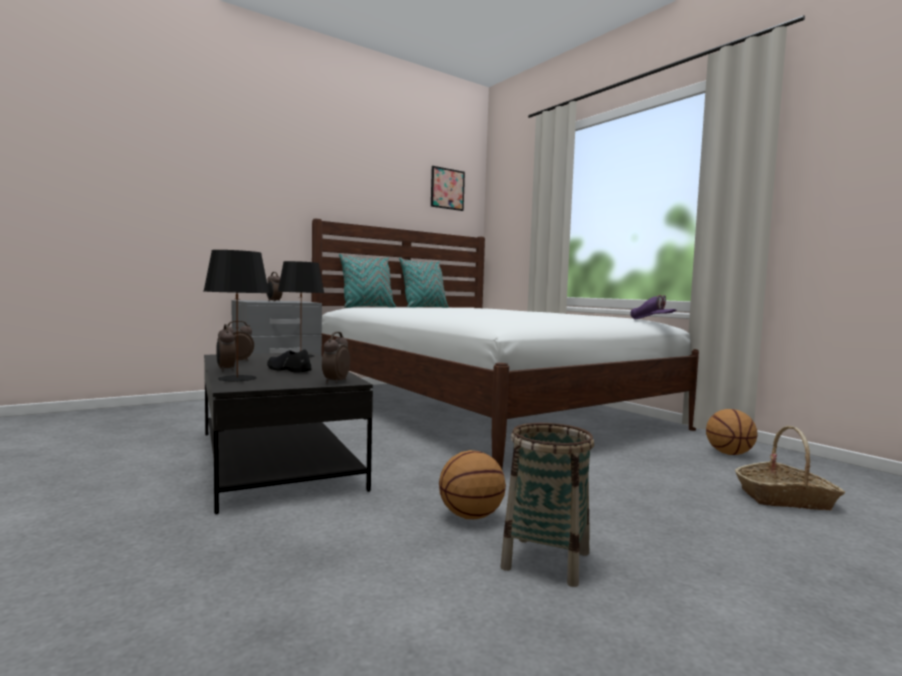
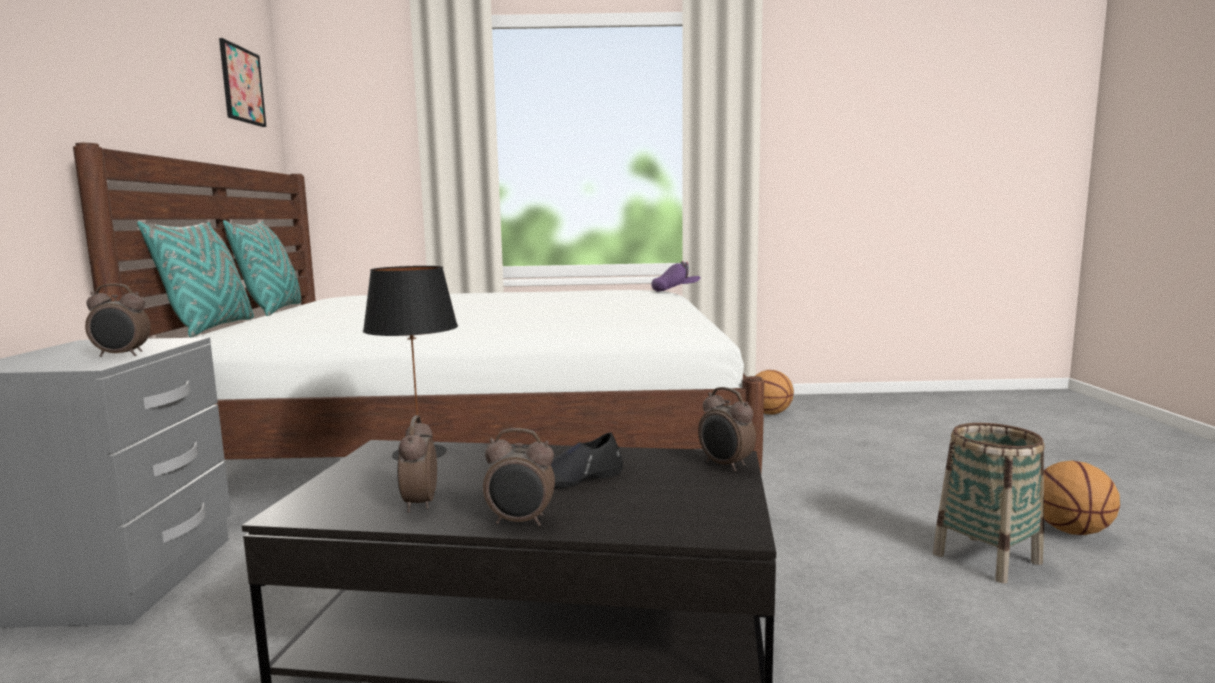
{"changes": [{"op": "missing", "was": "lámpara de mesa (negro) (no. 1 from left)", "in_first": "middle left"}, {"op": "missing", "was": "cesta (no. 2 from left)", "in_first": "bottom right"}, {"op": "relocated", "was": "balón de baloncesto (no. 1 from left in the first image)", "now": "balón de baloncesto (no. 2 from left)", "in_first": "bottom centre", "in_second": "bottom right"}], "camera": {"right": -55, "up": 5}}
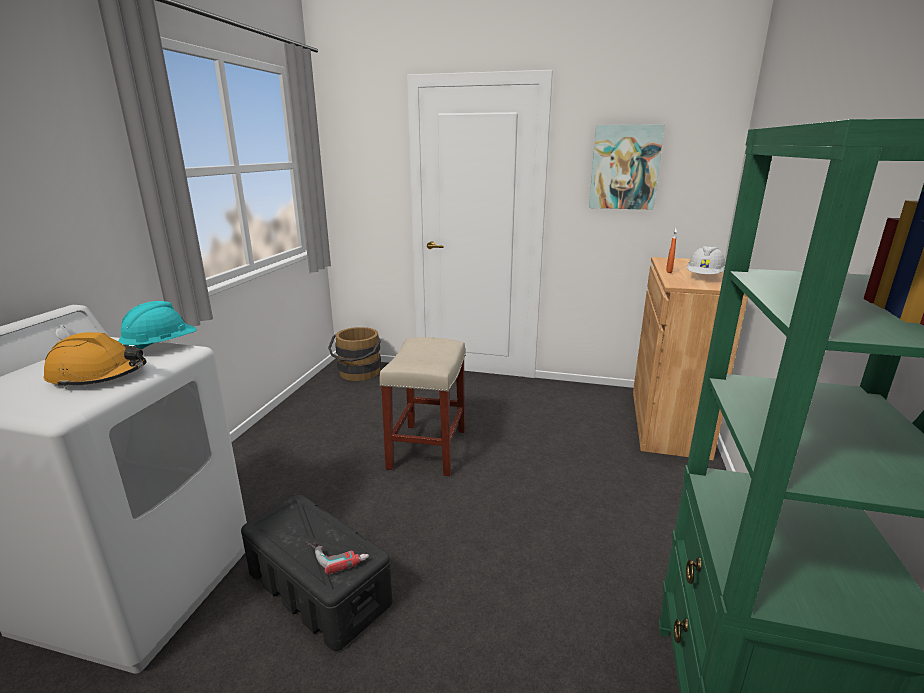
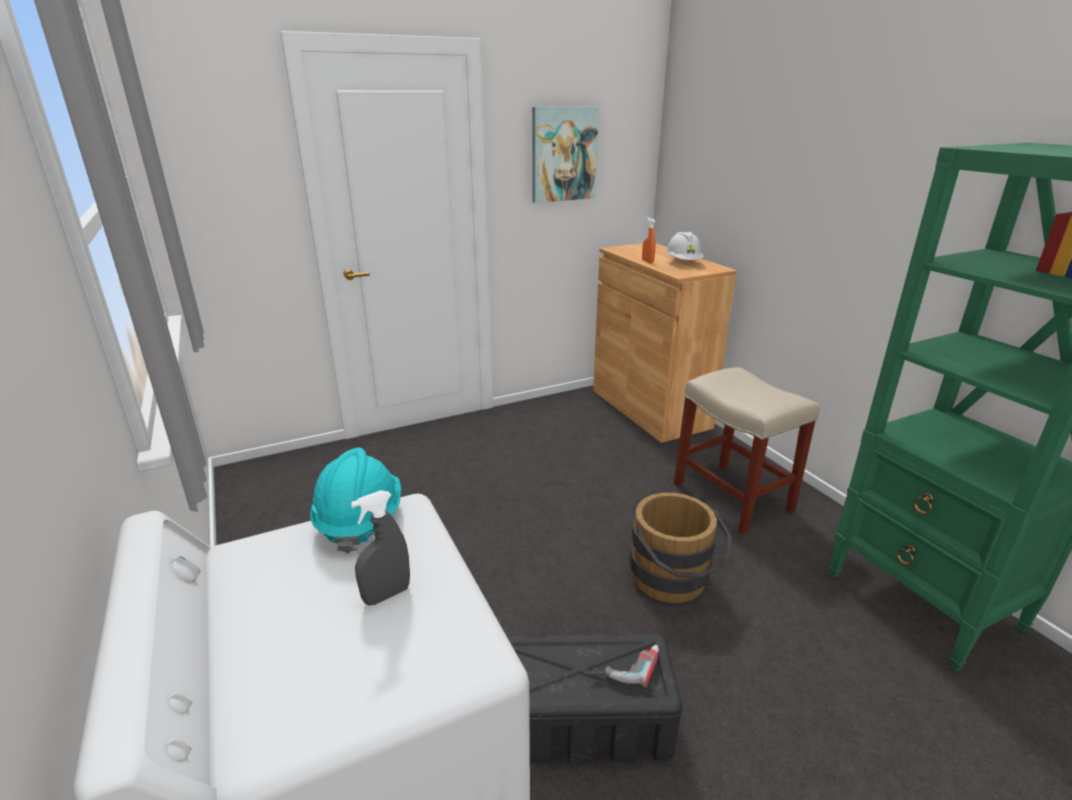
{"changes": [{"op": "relocated", "was": "cubo (marrón)", "in_first": "centre", "in_second": "bottom centre"}, {"op": "relocated", "was": "taburete (beis)", "in_first": "centre", "in_second": "middle right"}, {"op": "exchanged", "was": "casco (naranja)", "now": "pulverizador (gris)", "in_first": "middle left", "in_second": "bottom centre"}], "camera": {"right": -40, "up": 5}}
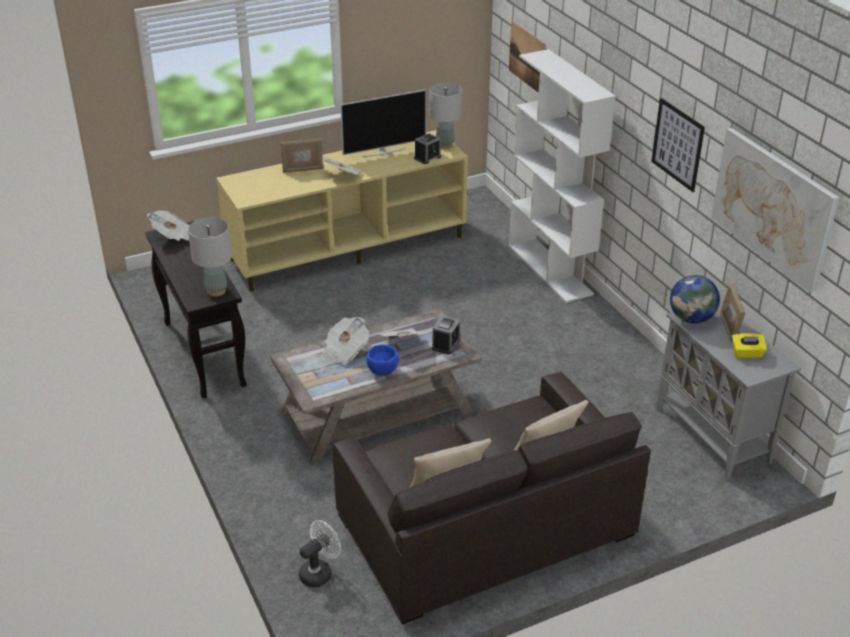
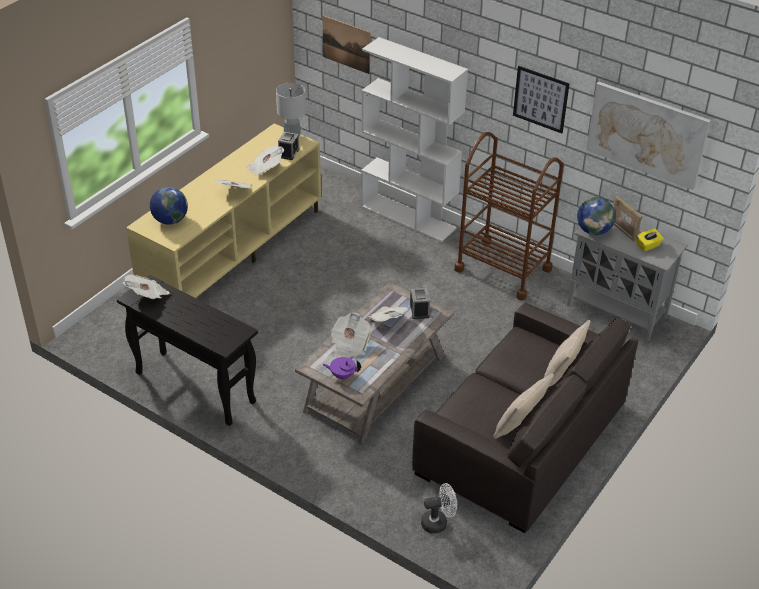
{"changes": [{"op": "missing", "was": "lámpara de mesa (gris) (no. 1 from left)", "in_first": "middle left"}, {"op": "missing", "was": "portarretratos (no. 1 from left)", "in_first": "top centre"}, {"op": "missing", "was": "televisor", "in_first": "top centre"}, {"op": "missing", "was": "cuenco (azul)", "in_first": "centre"}, {"op": "appeared", "now": "globo terráqueo (no. 1 from left)", "in_second": "middle left"}, {"op": "appeared", "now": "periódico (no. 3 from left)", "in_second": "top centre"}, {"op": "appeared", "now": "tetera (morado)", "in_second": "centre"}, {"op": "appeared", "now": "carrito (marrón)", "in_second": "middle right"}, {"op": "spun", "was": "ventilador (blanco)", "in_first": "bottom centre", "in_second": "bottom centre", "clockwise": 60}], "camera": {"right": -30, "up": 5}}
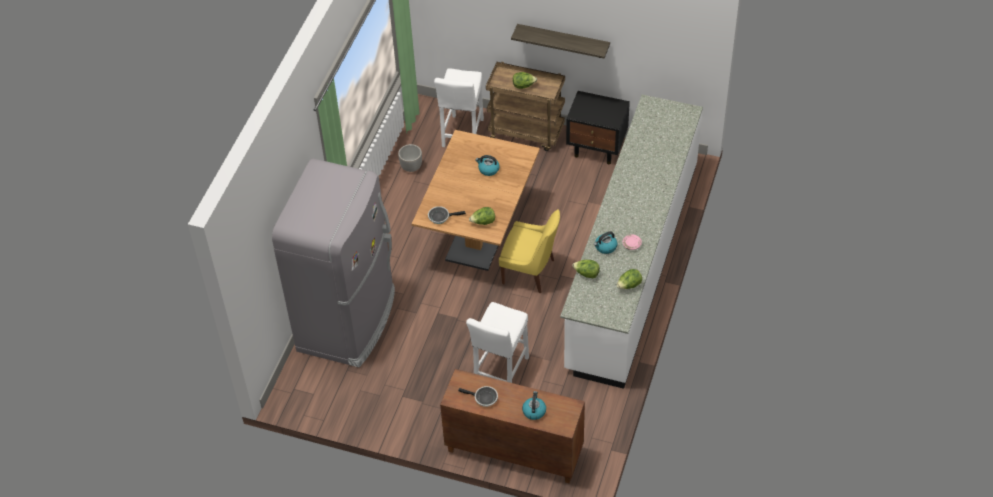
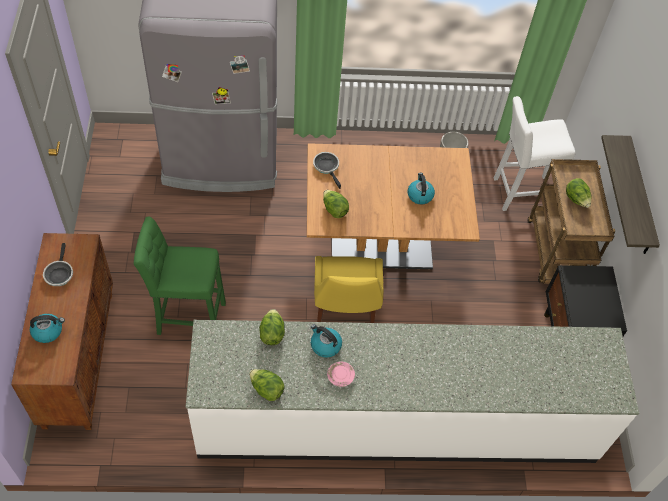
{"changes": [{"op": "colour", "was": "taburete (blanco) (no. 2 from left)", "now": "taburete (verde)", "in_first": "bottom centre", "in_second": "middle left"}], "camera": {"right": 65, "up": 5}}
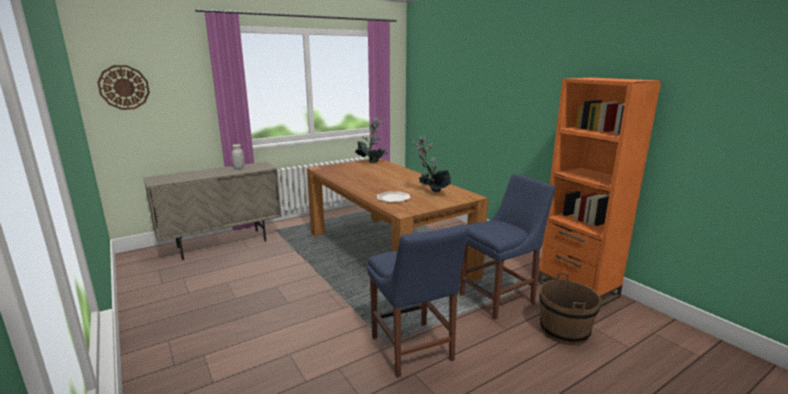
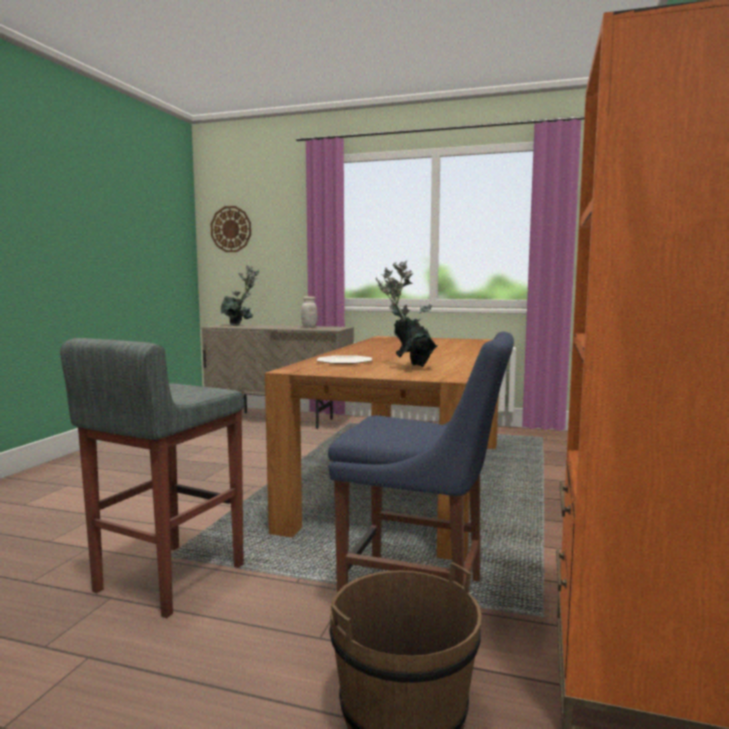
{"changes": [{"op": "relocated", "was": "planta en maceta (no. 1 from left)", "in_first": "centre", "in_second": "middle left"}, {"op": "exchanged", "was": "silla (azul) (no. 1 from left)", "now": "taburete (gris)", "in_first": "bottom centre", "in_second": "middle left"}], "camera": {"right": 50, "up": -10}}
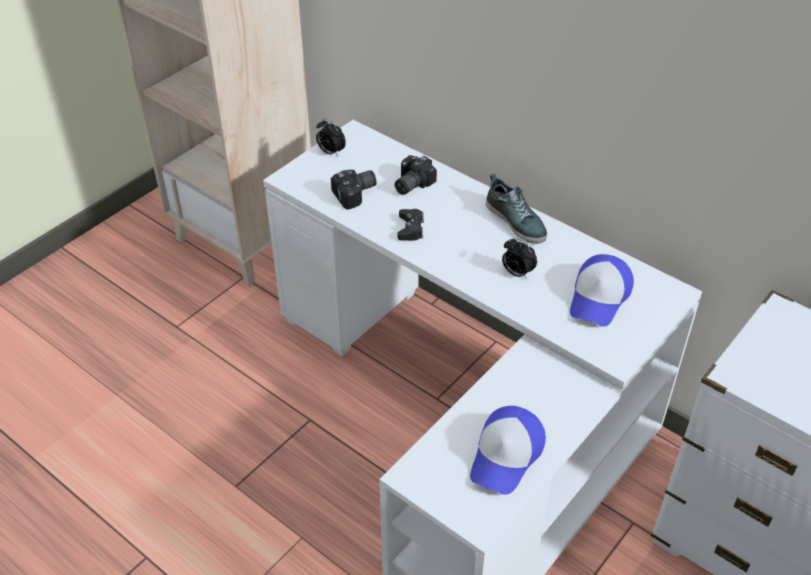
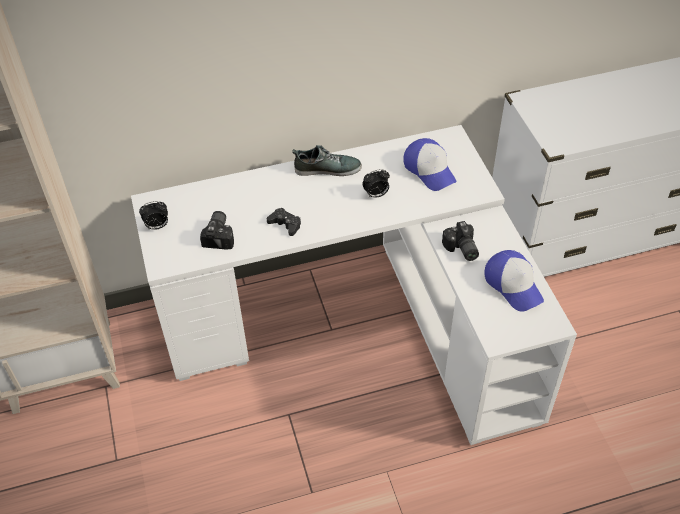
{"changes": [{"op": "relocated", "was": "cámara (no. 2 from left)", "in_first": "top centre", "in_second": "middle right"}], "camera": {"right": -55, "up": 5}}
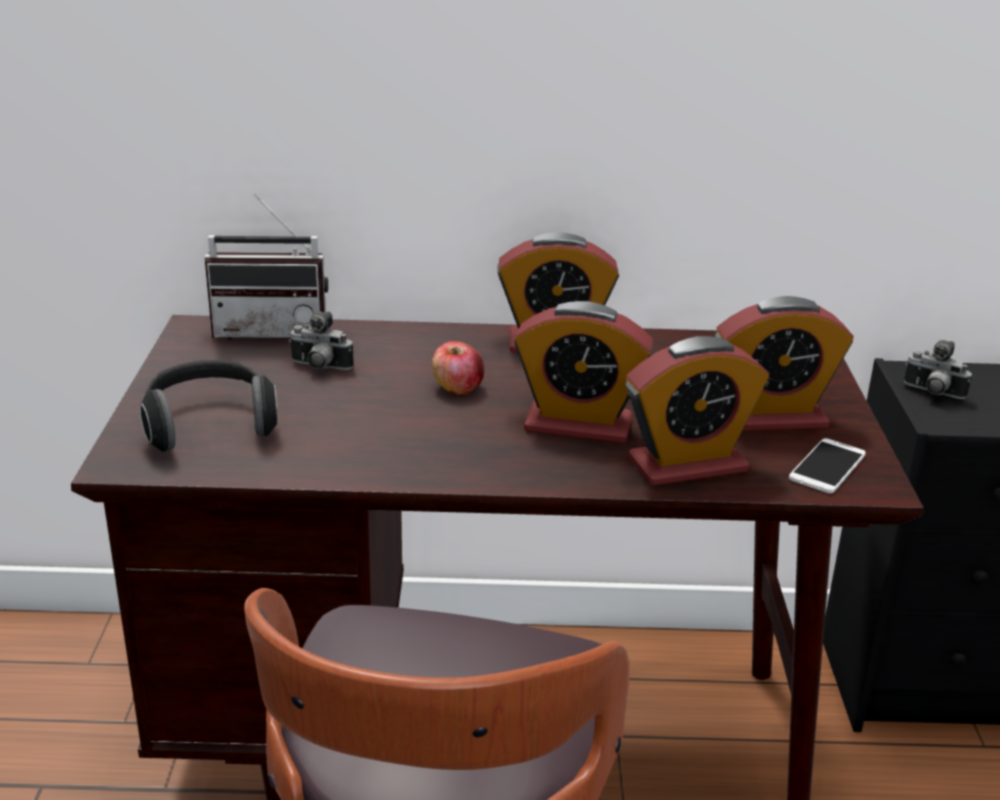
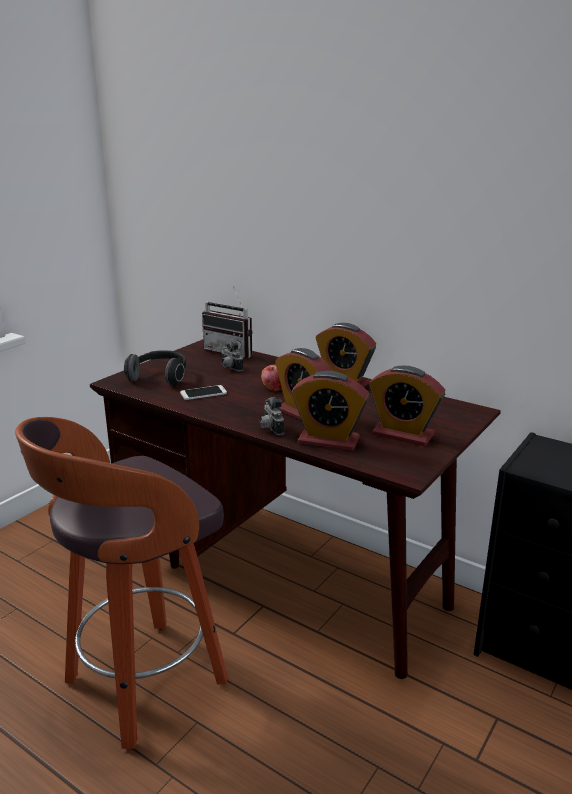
{"changes": [{"op": "relocated", "was": "móvil", "in_first": "middle right", "in_second": "centre"}, {"op": "relocated", "was": "cámara (no. 2 from left)", "in_first": "middle right", "in_second": "centre"}], "camera": {"right": 35, "up": -5}}
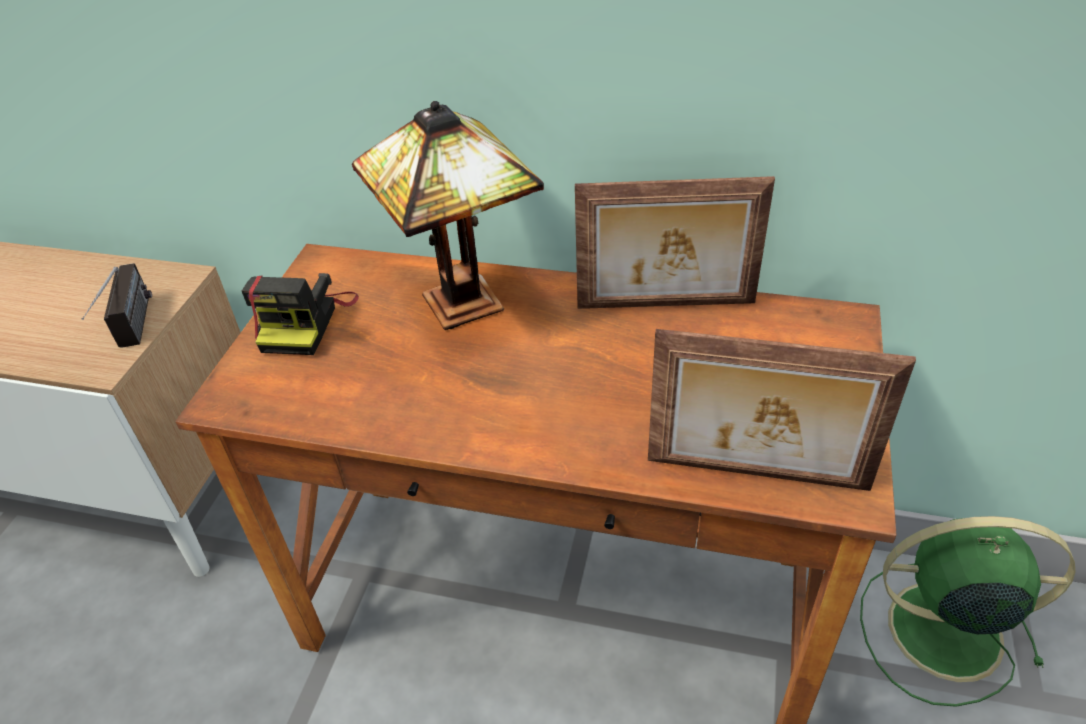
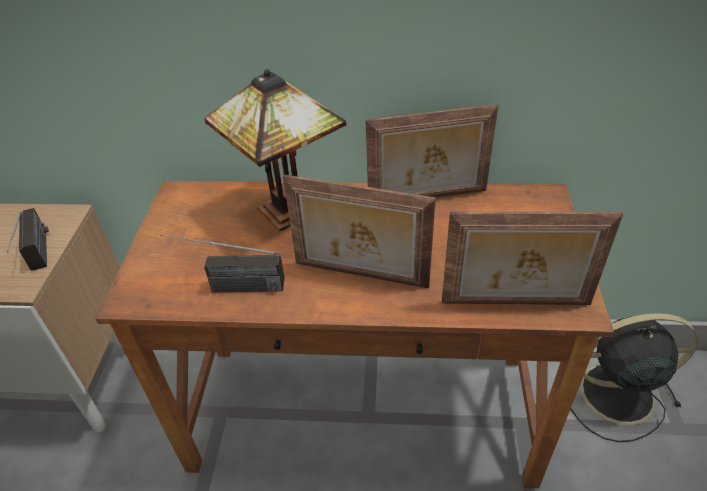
{"changes": [{"op": "missing", "was": "cámara", "in_first": "middle left"}, {"op": "appeared", "now": "radio (no. 2 from left)", "in_second": "middle left"}, {"op": "appeared", "now": "portarretratos (no. 1 from left)", "in_second": "centre"}, {"op": "colour", "was": "ventilador (verde)", "now": "ventilador (negro)", "in_first": "bottom right", "in_second": "bottom right"}], "camera": {"right": -10, "up": 0}}
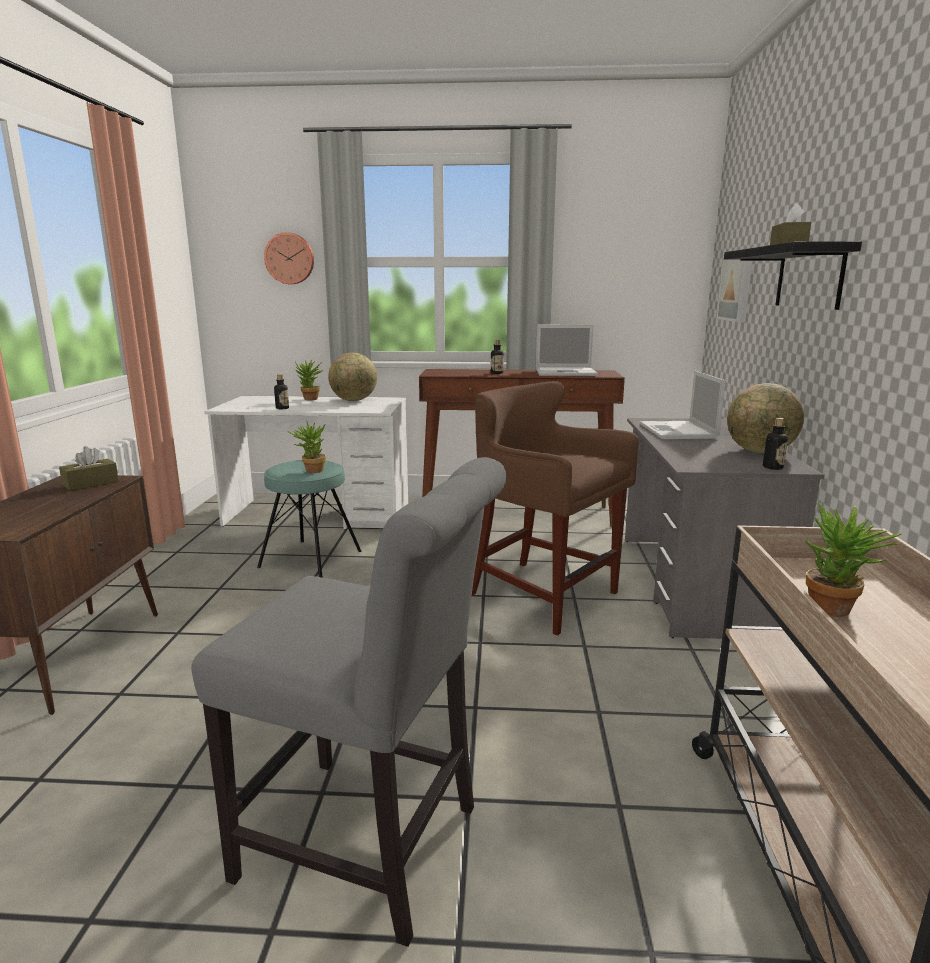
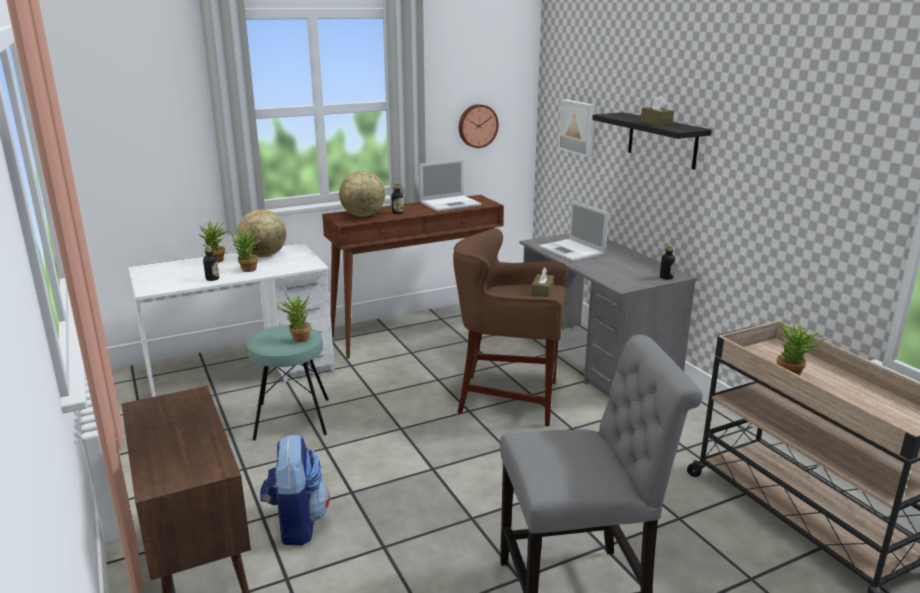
{"changes": [{"op": "appeared", "now": "planta en maceta (no. 2 from left)", "in_second": "middle left"}, {"op": "appeared", "now": "mochila", "in_second": "bottom left"}, {"op": "relocated", "was": "caja de pañuelos (marrón) (no. 1 from left)", "in_first": "middle left", "in_second": "centre"}, {"op": "relocated", "was": "reloj de pared", "in_first": "top left", "in_second": "top centre"}, {"op": "relocated", "was": "globo terráqueo (no. 2 from left)", "in_first": "middle right", "in_second": "top centre"}], "camera": {"right": -30, "up": 5}}
